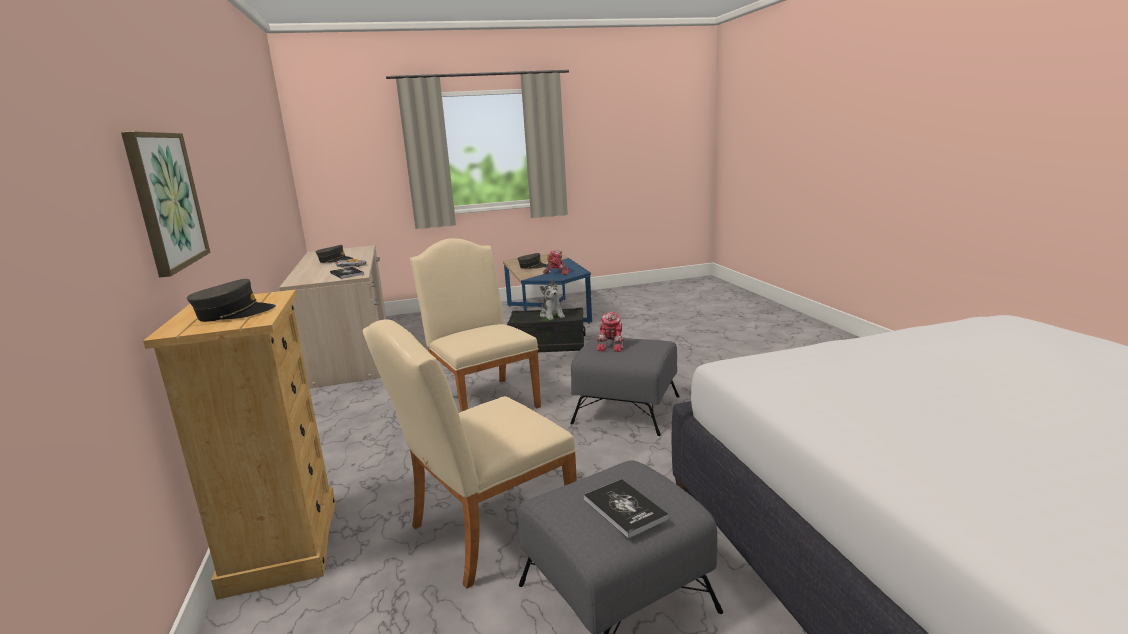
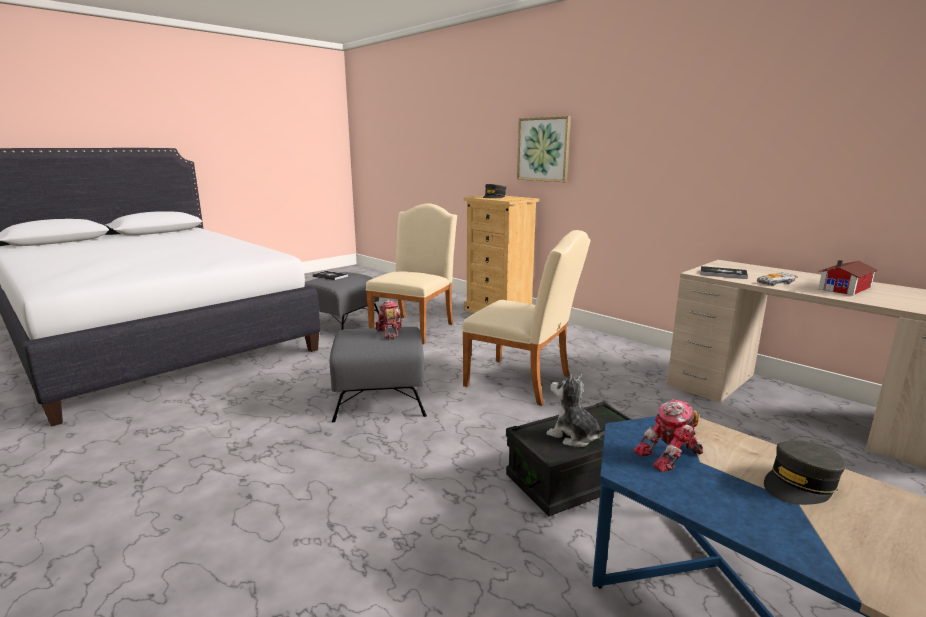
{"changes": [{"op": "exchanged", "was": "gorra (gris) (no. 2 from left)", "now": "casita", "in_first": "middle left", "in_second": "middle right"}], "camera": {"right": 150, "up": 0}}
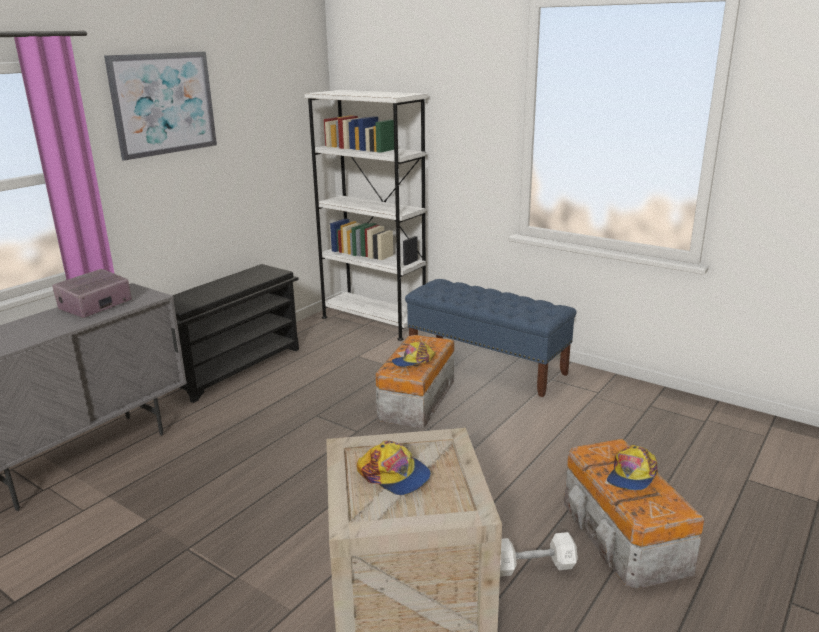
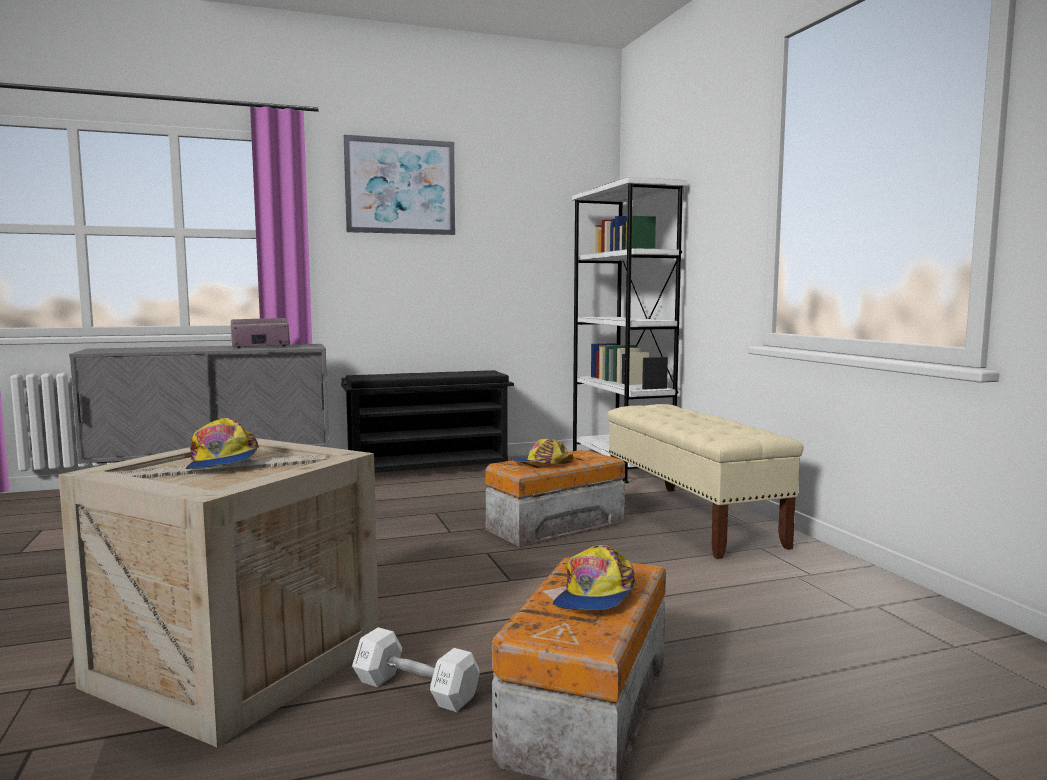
{"changes": [{"op": "colour", "was": "banco (azul)", "now": "banco (beis)", "in_first": "centre", "in_second": "middle right"}, {"op": "spun", "was": "gorra (no. 3 from left)", "in_first": "bottom right", "in_second": "bottom centre", "clockwise": -45}], "camera": {"right": 35, "up": -15}}
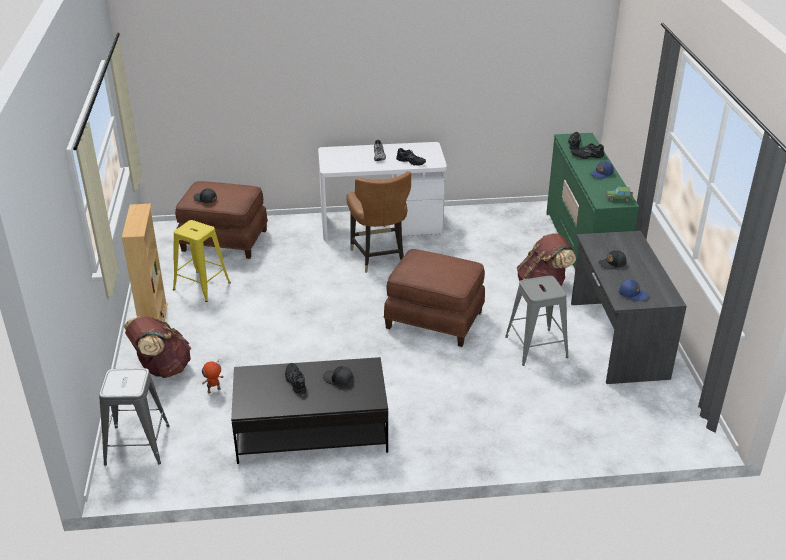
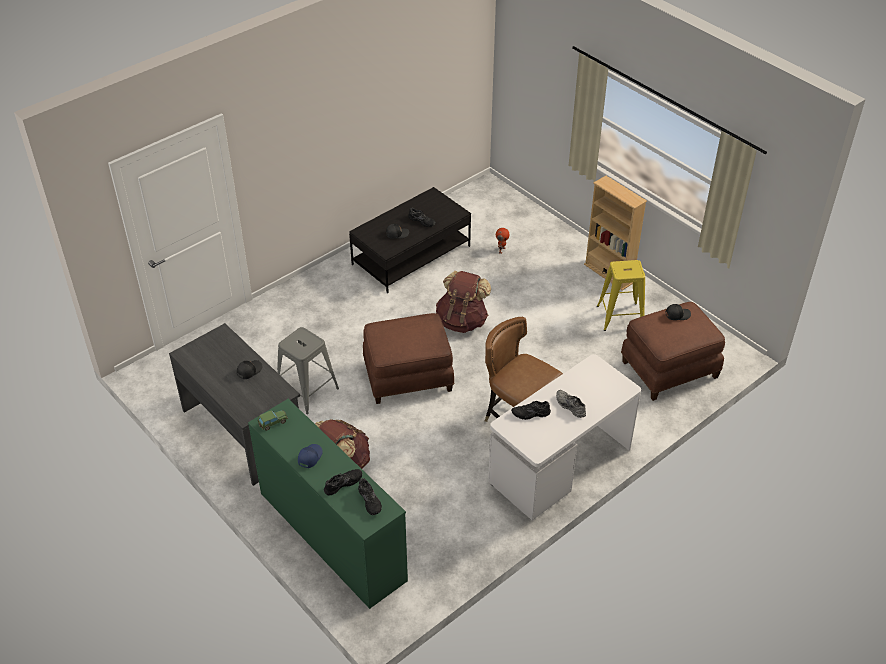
{"changes": [{"op": "missing", "was": "taburete (gris) (no. 1 from left)", "in_first": "bottom left"}, {"op": "missing", "was": "gorra (azul) (no. 2 from left)", "in_first": "middle right"}, {"op": "relocated", "was": "mochila (marrón) (no. 1 from left in the first image)", "now": "mochila (marrón) (no. 2 from left)", "in_first": "middle left", "in_second": "centre"}], "camera": {"right": 145, "up": 10}}
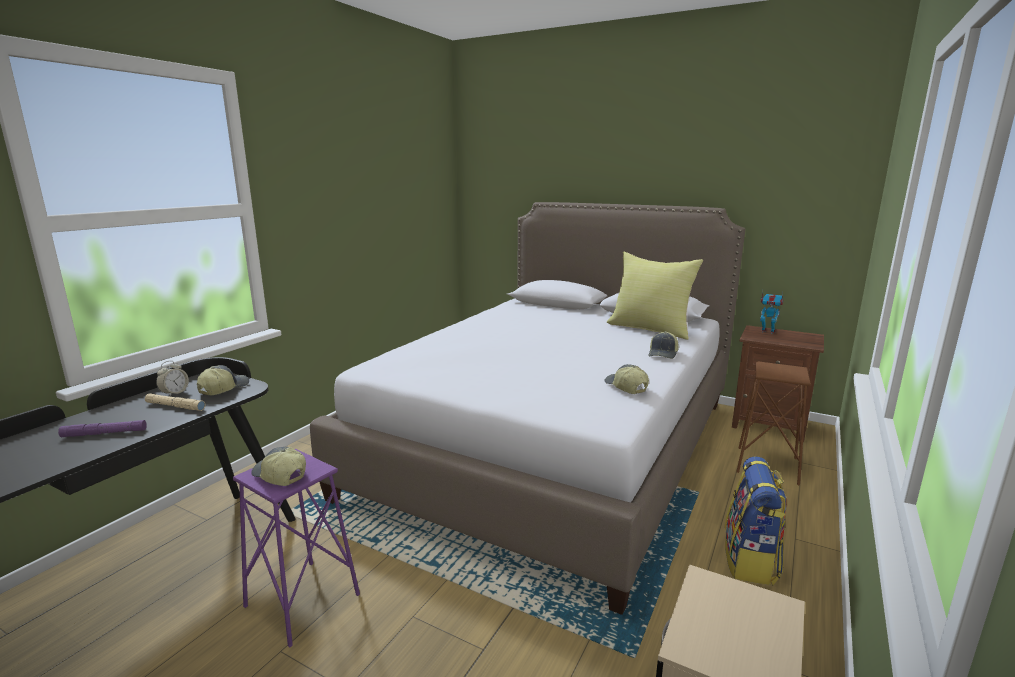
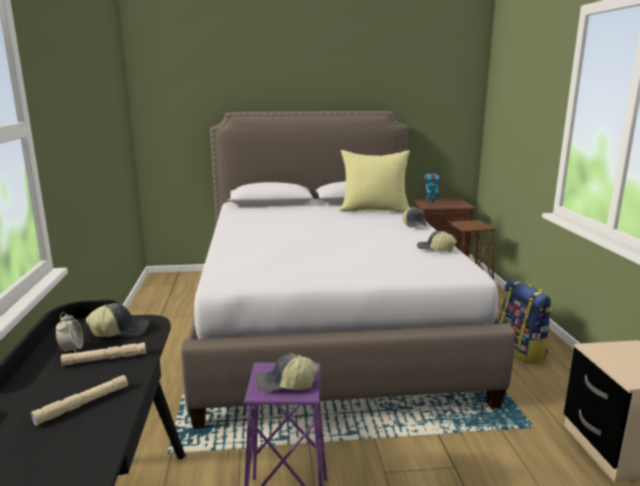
{"changes": [{"op": "colour", "was": "linterna (morado)", "now": "linterna (beis) (no. 1 from left)", "in_first": "middle left", "in_second": "bottom left"}, {"op": "spun", "was": "gorra (no. 1 from left)", "in_first": "middle left", "in_second": "middle left", "clockwise": 90}], "camera": {"right": -35, "up": 0}}
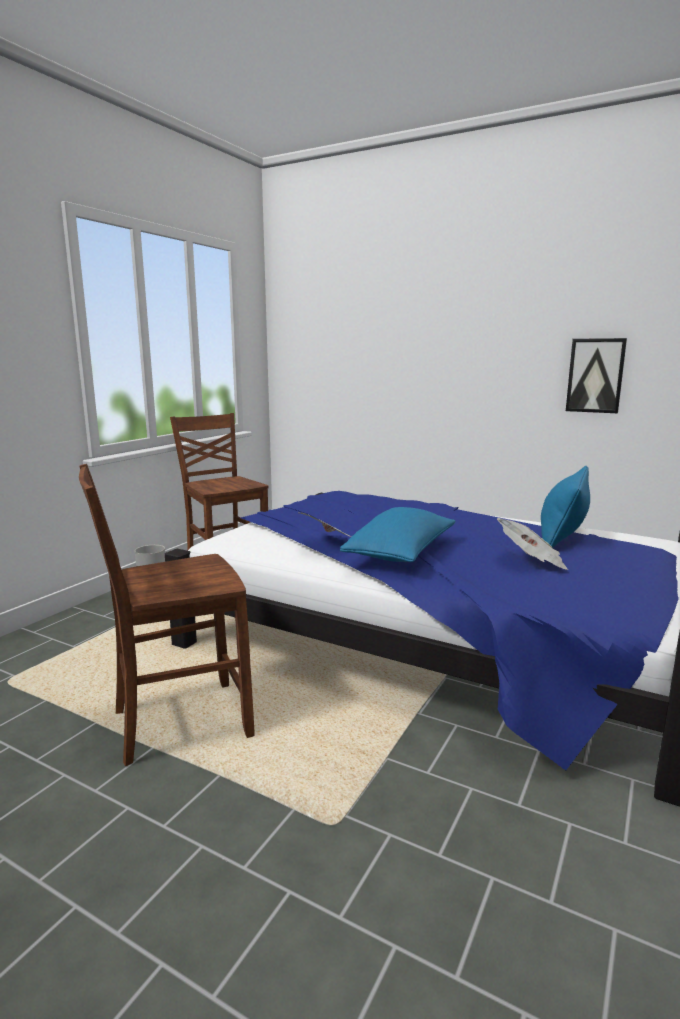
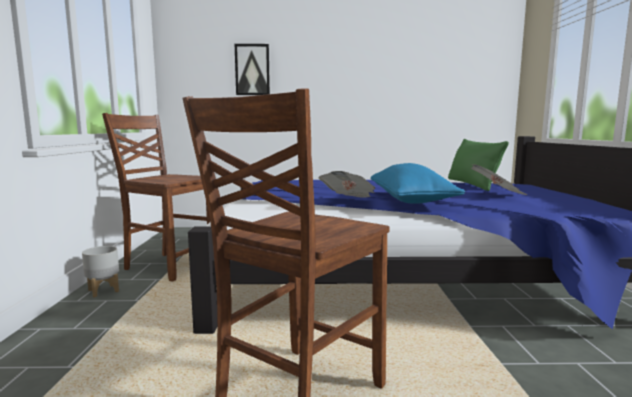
{"changes": [{"op": "relocated", "was": "cuadro", "in_first": "middle right", "in_second": "top centre"}, {"op": "colour", "was": "cojín (azul) (no. 2 from left)", "now": "cojín (verde)", "in_first": "middle right", "in_second": "middle right"}], "camera": {"right": -30, "up": -5}}
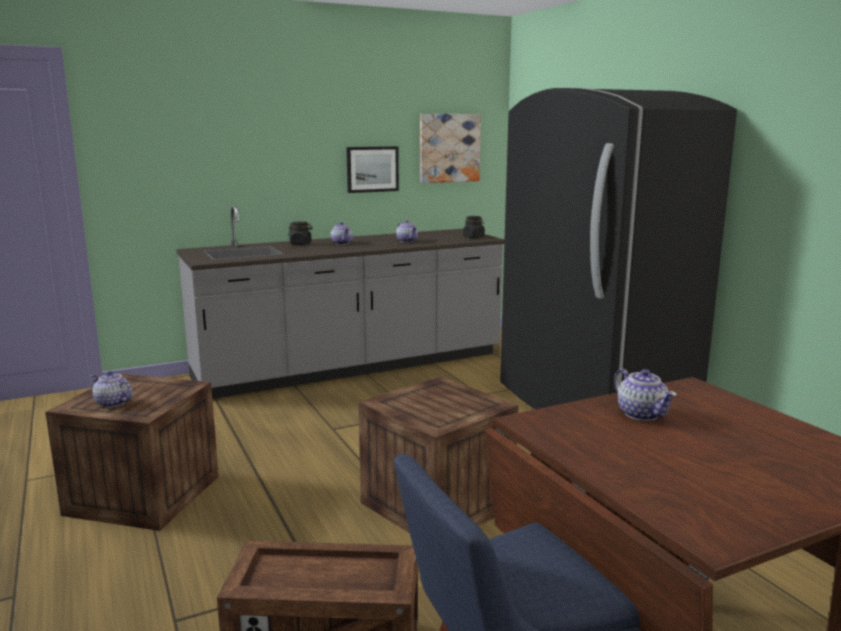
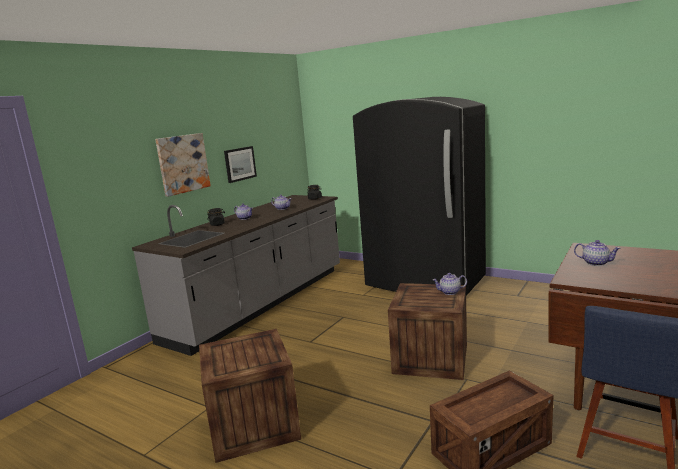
{"changes": [{"op": "relocated", "was": "tetera (no. 1 from left in the first image)", "now": "tetera (no. 3 from left)", "in_first": "middle left", "in_second": "centre"}, {"op": "relocated", "was": "cuadro (no. 2 from left in the first image)", "now": "cuadro (no. 1 from left)", "in_first": "top centre", "in_second": "middle left"}], "camera": {"right": -30, "up": 0}}
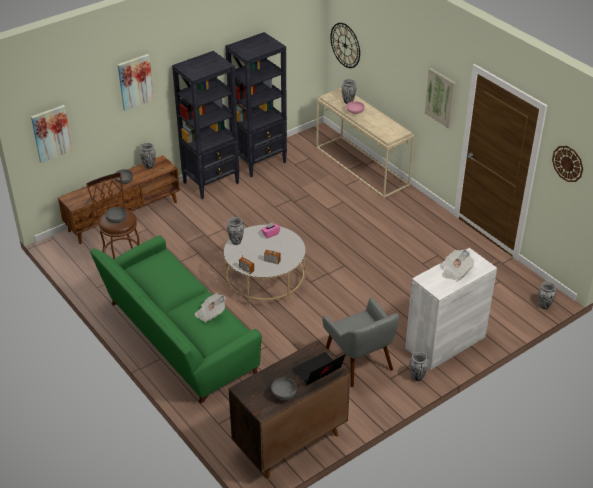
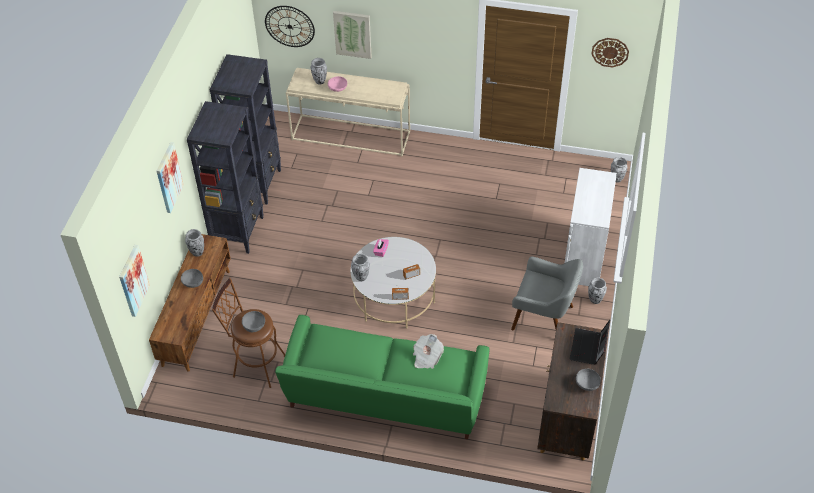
{"changes": [{"op": "missing", "was": "periódico (no. 2 from left)", "in_first": "middle right"}, {"op": "relocated", "was": "cuadro (no. 3 from left)", "in_first": "top right", "in_second": "top centre"}], "camera": {"right": -40, "up": 10}}
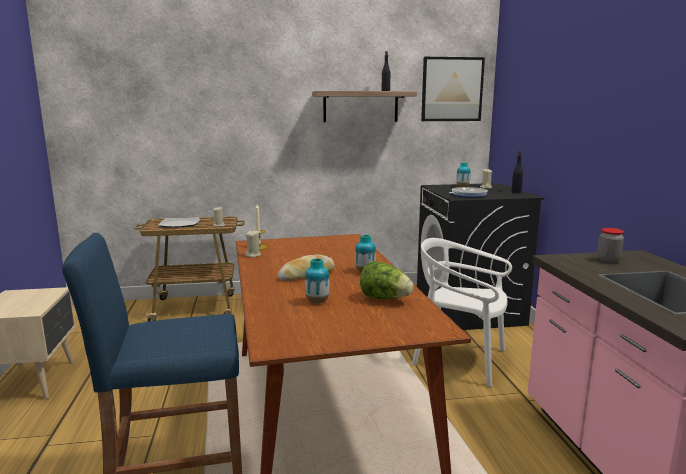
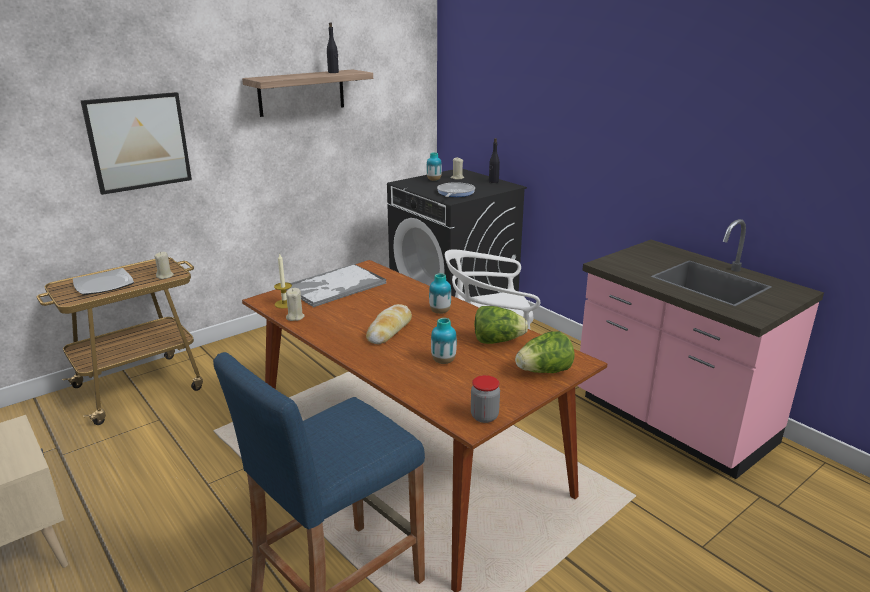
{"changes": [{"op": "appeared", "now": "bandeja", "in_second": "centre"}, {"op": "appeared", "now": "lechuga (no. 2 from left)", "in_second": "centre"}, {"op": "relocated", "was": "cuadro", "in_first": "top centre", "in_second": "top left"}, {"op": "relocated", "was": "tarro", "in_first": "middle right", "in_second": "bottom centre"}], "camera": {"right": -30, "up": 10}}
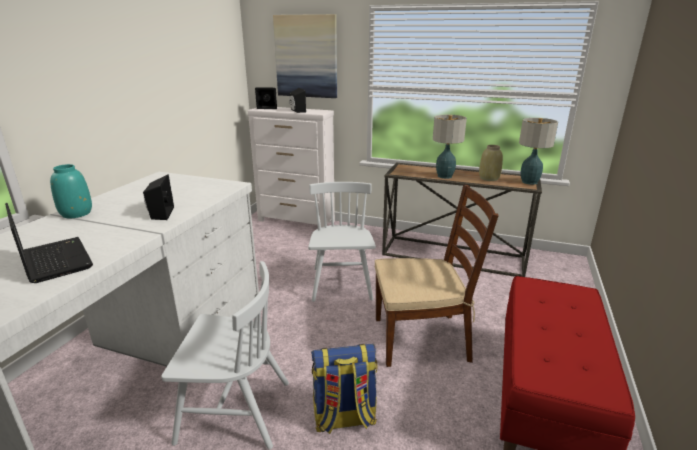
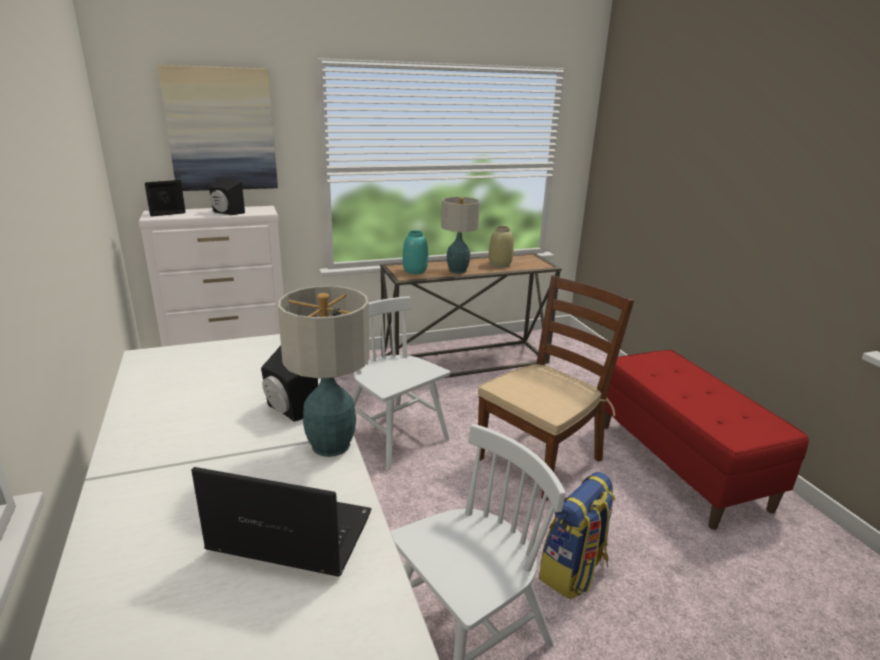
{"changes": [{"op": "relocated", "was": "florero (turquesa)", "in_first": "middle left", "in_second": "centre"}, {"op": "relocated", "was": "lámpara de mesa (no. 2 from left in the first image)", "now": "lámpara de mesa (no. 1 from left)", "in_first": "middle right", "in_second": "centre"}], "camera": {"right": -40, "up": 0}}
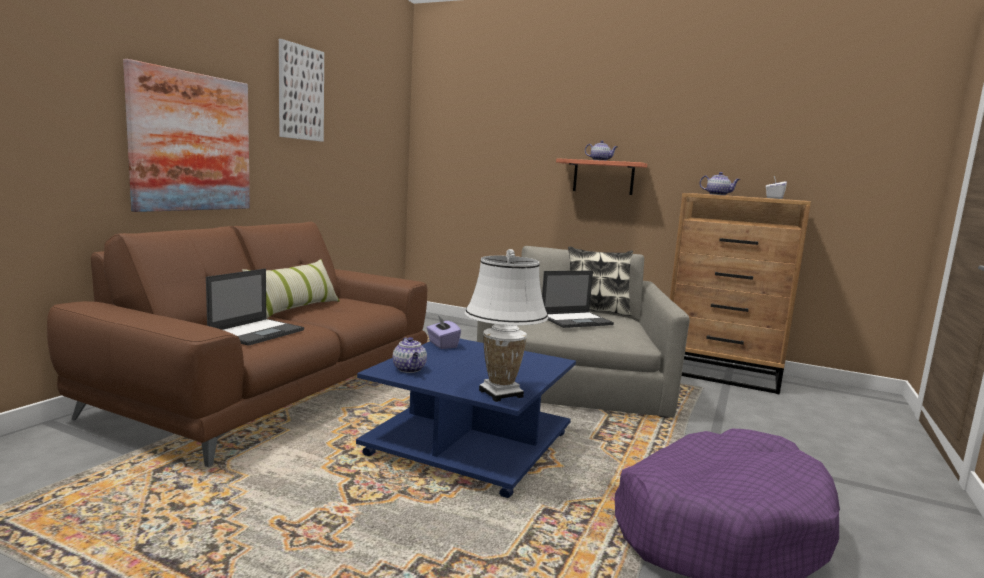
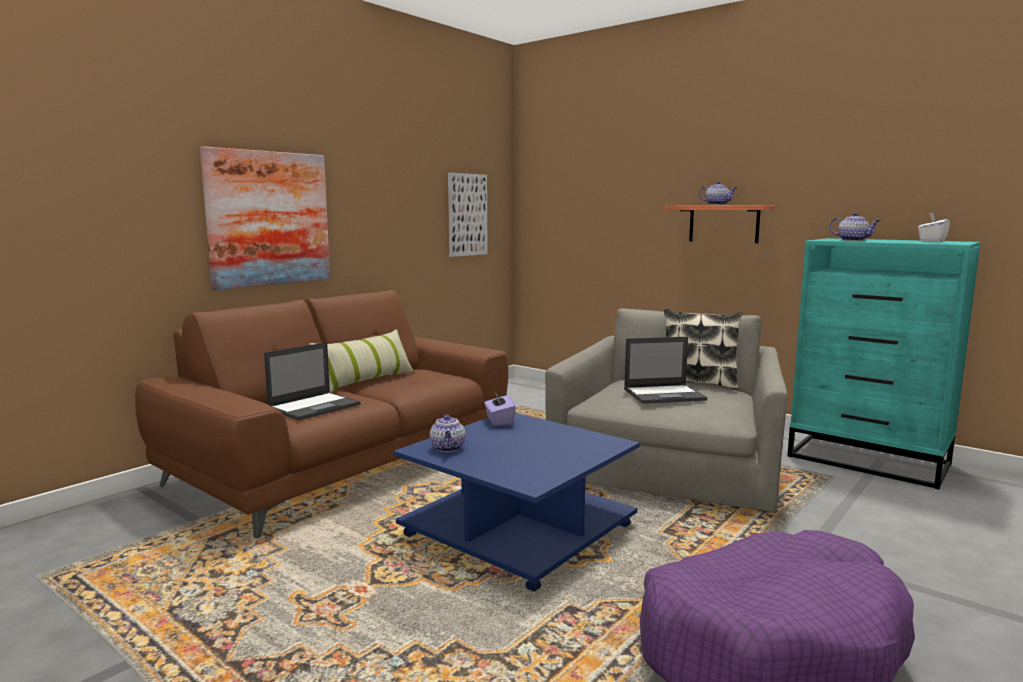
{"changes": [{"op": "missing", "was": "lámpara de mesa (blanco)", "in_first": "centre"}, {"op": "relocated", "was": "cuadro (no. 2 from left)", "in_first": "top left", "in_second": "top centre"}, {"op": "colour", "was": "cómoda (marrón)", "now": "cómoda (turquesa)", "in_first": "middle right", "in_second": "middle right"}], "camera": {"right": 15, "up": 0}}
